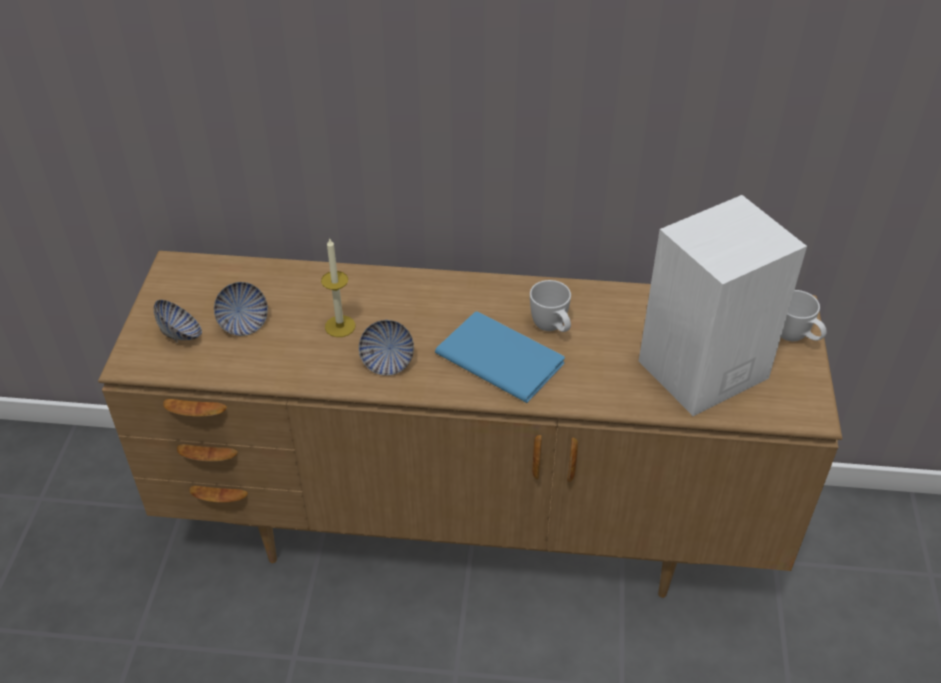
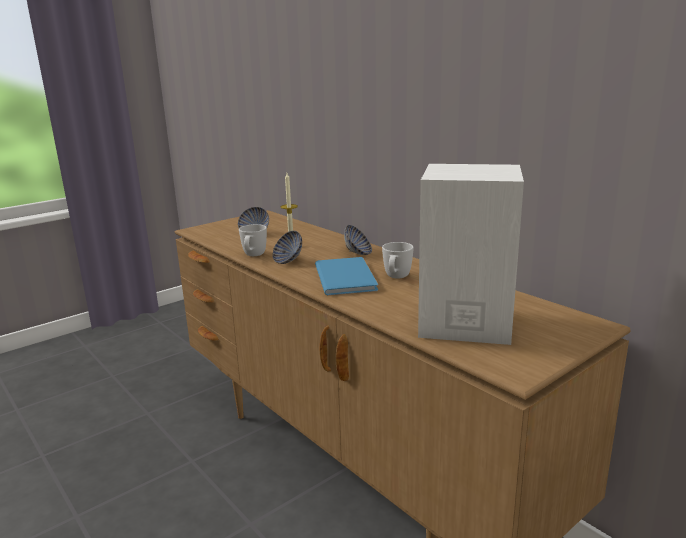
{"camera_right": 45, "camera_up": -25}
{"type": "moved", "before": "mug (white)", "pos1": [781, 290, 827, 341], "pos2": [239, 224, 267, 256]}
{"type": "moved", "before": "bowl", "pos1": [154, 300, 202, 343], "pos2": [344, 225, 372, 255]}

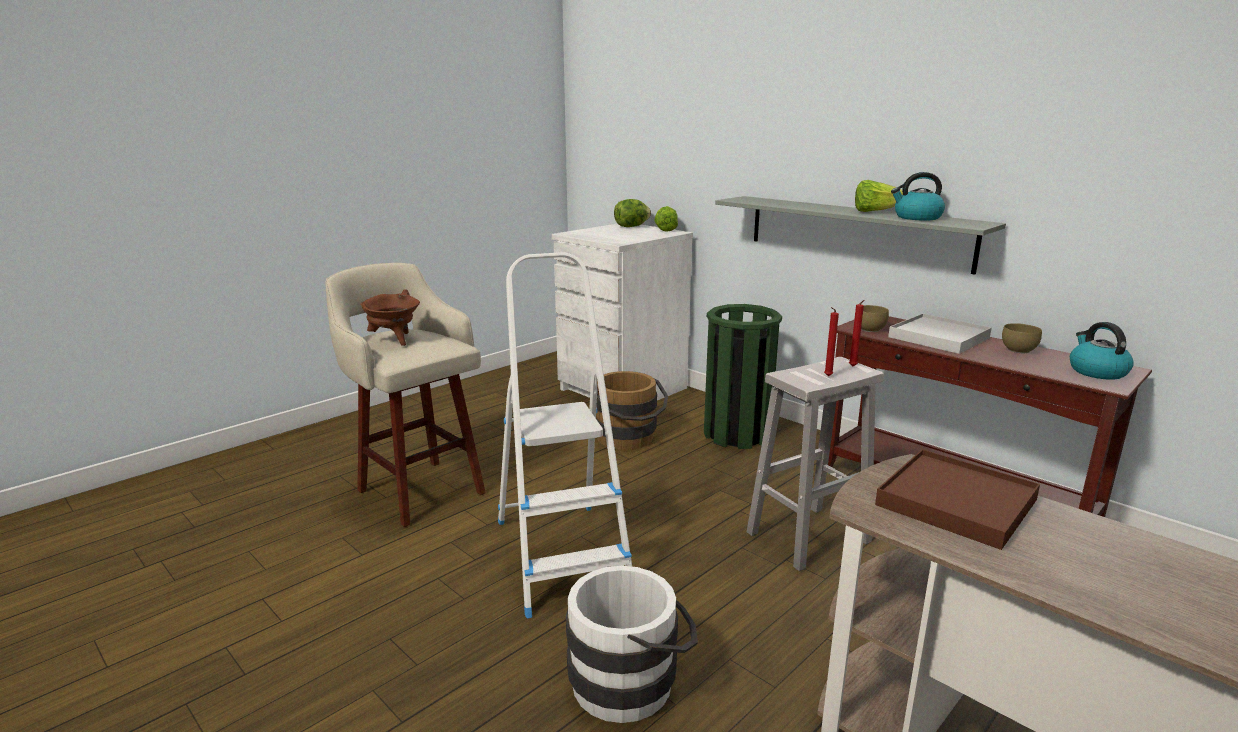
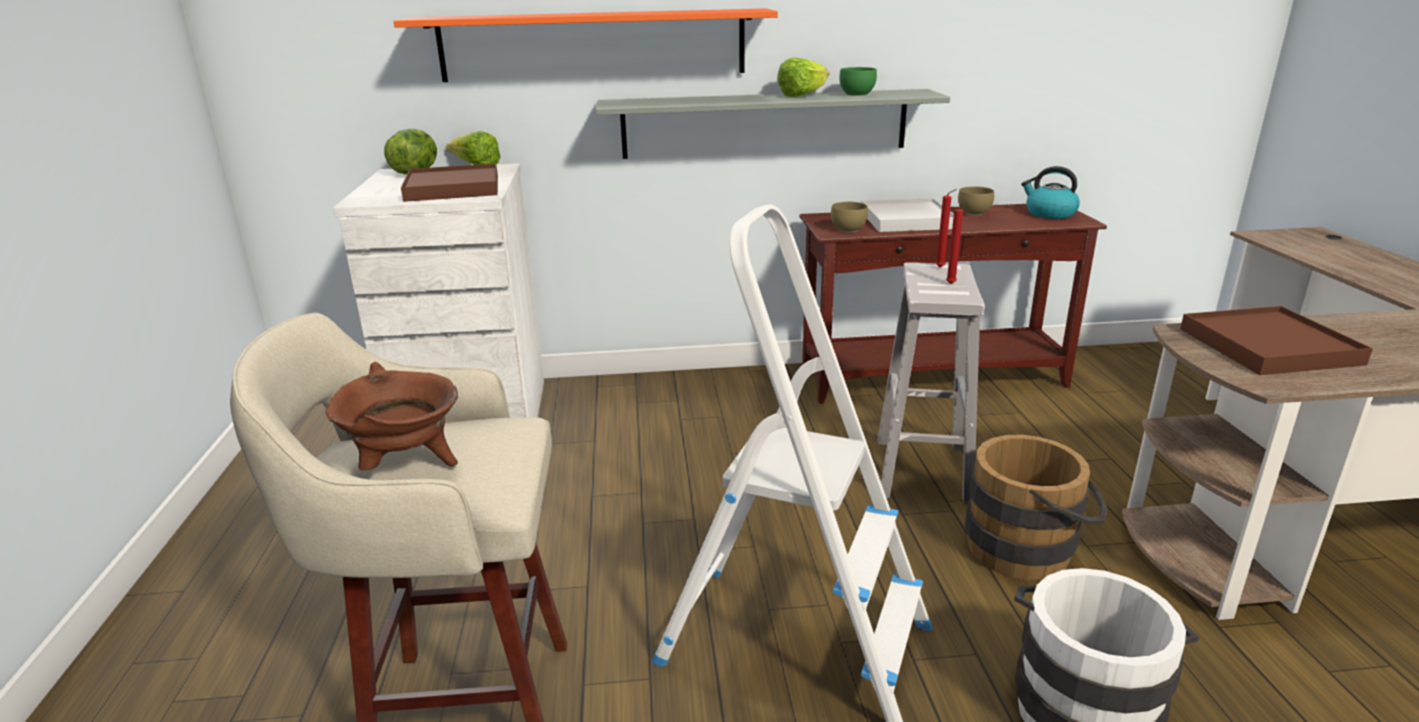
{"camera_right": -50, "camera_up": 5}
{"type": "replaced", "before": "kettle", "after": "bowl (green)", "pos1": [891, 172, 945, 221], "pos2": [839, 67, 877, 96]}
{"type": "removed", "before": "trash can (green)", "pos1": [704, 304, 782, 449]}
{"type": "moved", "before": "bucket (brown)", "pos1": [596, 371, 668, 450], "pos2": [965, 435, 1107, 580]}
{"type": "added", "after": "shelf (orange)", "pos2": [394, 9, 778, 82]}
{"type": "added", "after": "tray (brown)", "pos2": [401, 163, 498, 202]}

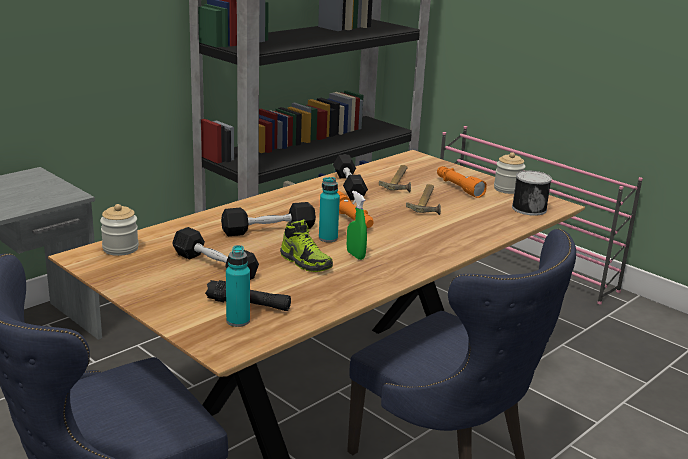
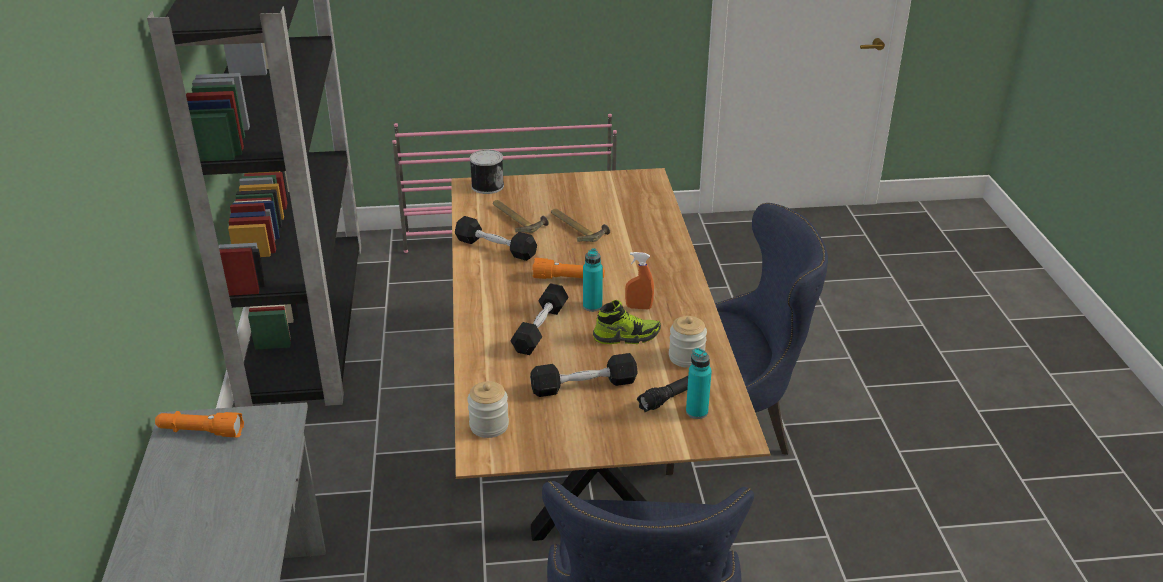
{"camera_right": -50, "camera_up": 10}
{"type": "moved", "before": "jar", "pos1": [494, 152, 525, 194], "pos2": [669, 316, 707, 368]}
{"type": "moved", "before": "flashlight (orange)", "pos1": [437, 166, 487, 198], "pos2": [155, 411, 244, 437]}
{"type": "moved", "before": "can", "pos1": [512, 170, 552, 216], "pos2": [470, 150, 504, 194]}
{"type": "recoloured", "before": "spray bottle (green)", "after": "spray bottle (orange)", "pos1": [347, 191, 367, 260], "pos2": [625, 252, 654, 309]}

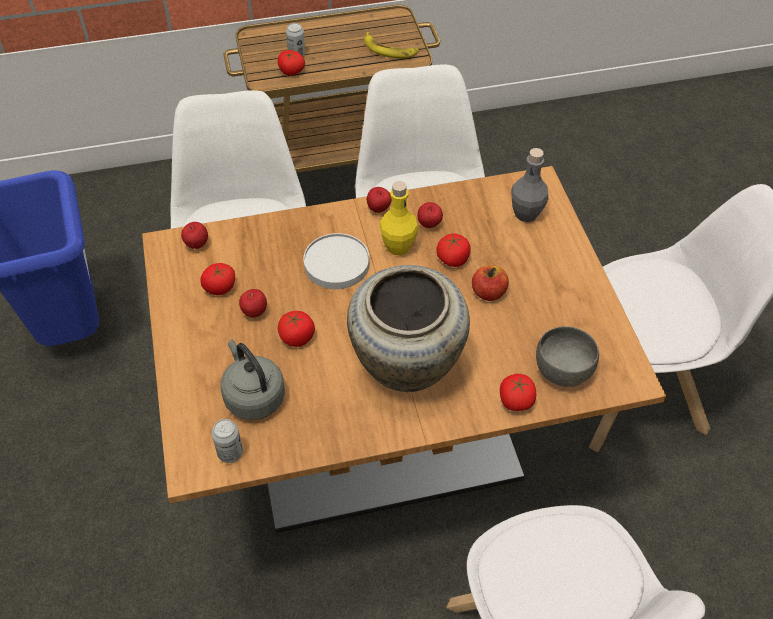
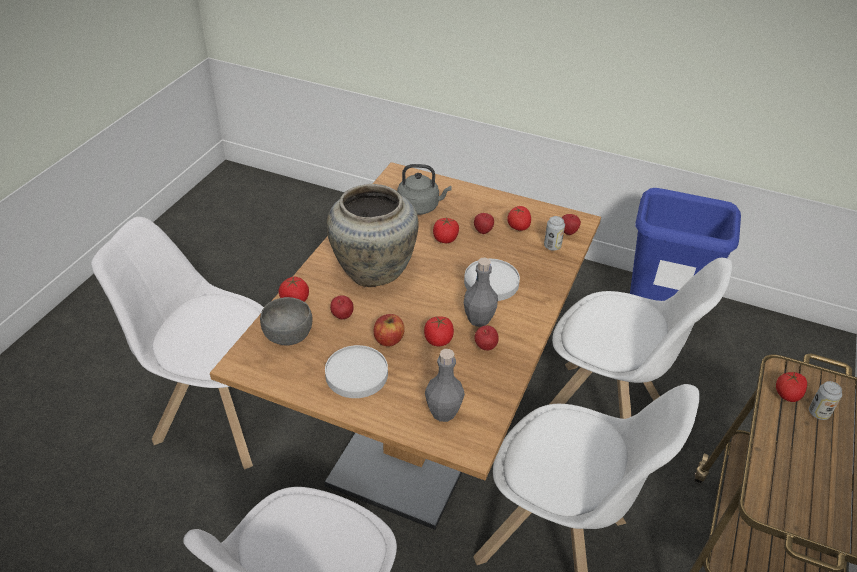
{"camera_right": 125, "camera_up": -10}
{"type": "removed", "before": "banana", "pos1": [364, 32, 419, 59]}
{"type": "recoloured", "before": "bottle (yellow)", "after": "bottle (grey)", "pos1": [379, 181, 418, 256], "pos2": [464, 258, 498, 327]}
{"type": "moved", "before": "apple", "pos1": [367, 187, 392, 213], "pos2": [330, 295, 354, 319]}
{"type": "moved", "before": "can", "pos1": [211, 419, 243, 463], "pos2": [544, 216, 565, 251]}
{"type": "added", "after": "plate (white)", "pos2": [325, 345, 388, 398]}

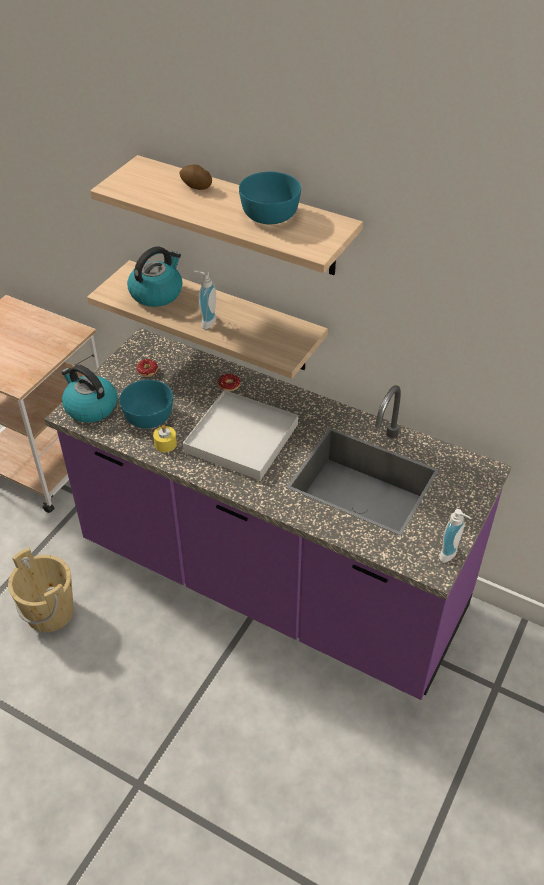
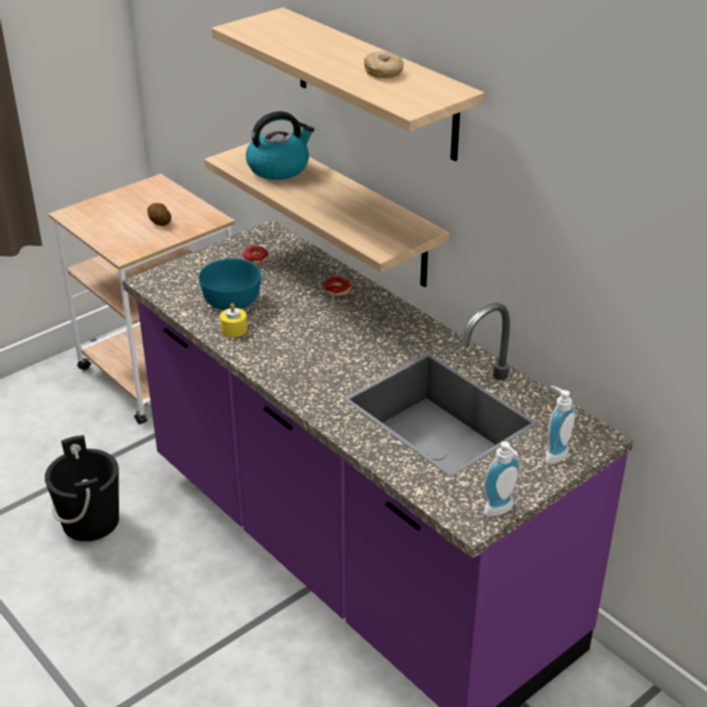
{"camera_right": 20, "camera_up": -10}
{"type": "moved", "before": "potato", "pos1": [179, 164, 212, 190], "pos2": [147, 203, 171, 226]}
{"type": "replaced", "before": "bowl (turquoise)", "after": "donut", "pos1": [239, 172, 301, 224], "pos2": [364, 51, 404, 78]}
{"type": "moved", "before": "soap dispenser", "pos1": [194, 271, 216, 329], "pos2": [545, 385, 575, 464]}
{"type": "removed", "before": "kettle", "pos1": [61, 365, 117, 423]}
{"type": "removed", "before": "tray (white)", "pos1": [183, 390, 298, 480]}
{"type": "recoloured", "before": "bucket (beige)", "after": "bucket (black)", "pos1": [8, 548, 74, 632], "pos2": [45, 435, 119, 541]}

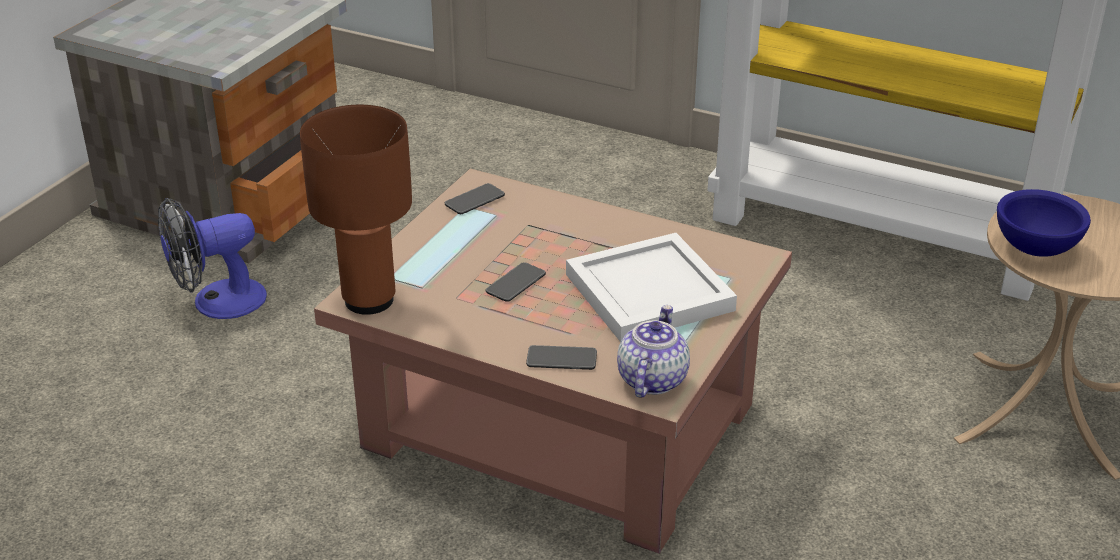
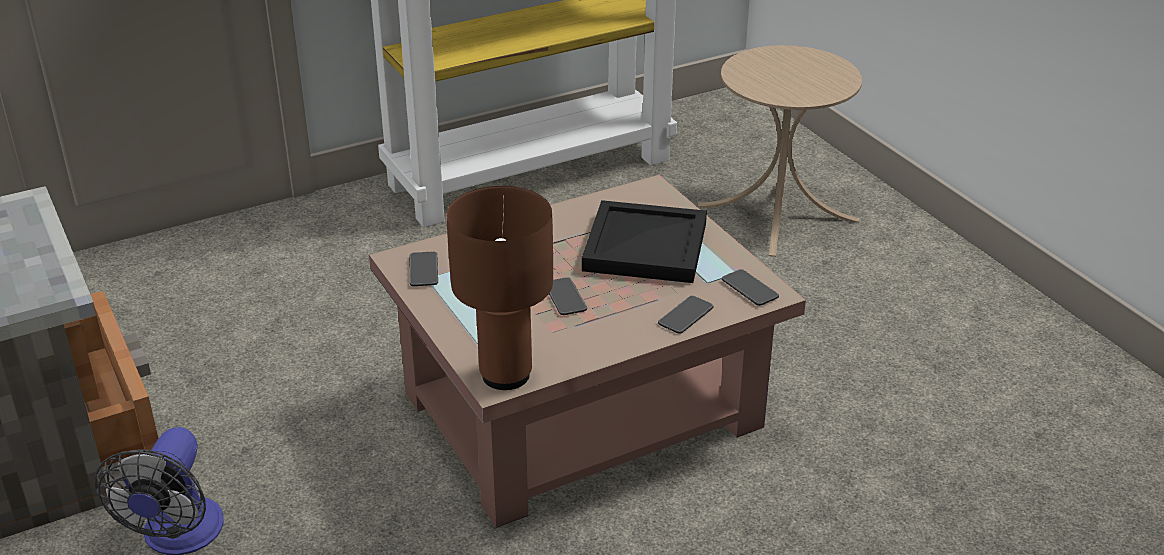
{"camera_right": -55, "camera_up": 0}
{"type": "removed", "before": "bowl (blue)", "pos1": [997, 189, 1091, 257]}
{"type": "recoloured", "before": "tray (white)", "after": "tray (black)", "pos1": [566, 233, 737, 342], "pos2": [582, 200, 707, 283]}
{"type": "replaced", "before": "teapot", "after": "phone", "pos1": [617, 305, 690, 398], "pos2": [722, 269, 779, 306]}

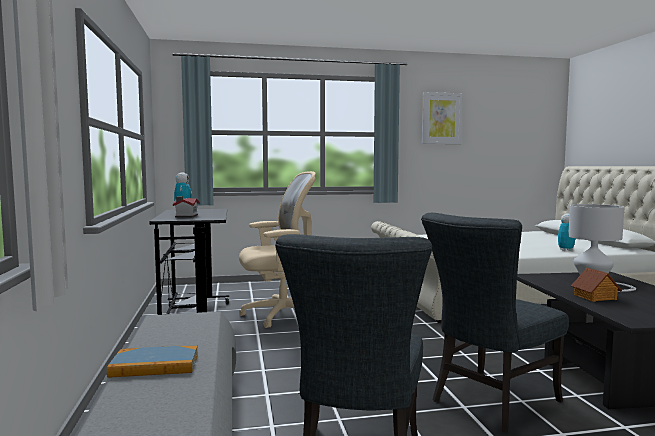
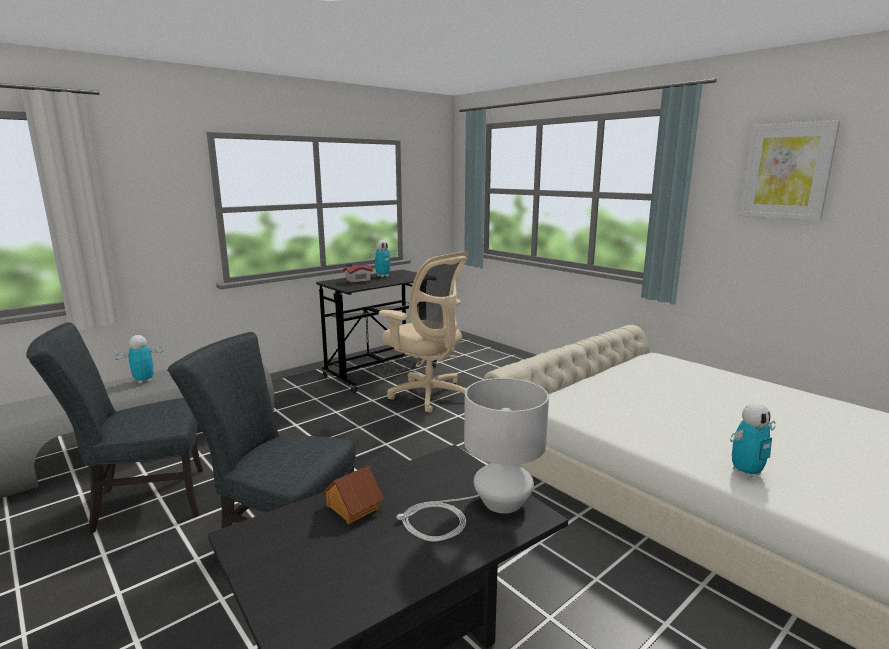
{"camera_right": 60, "camera_up": 10}
{"type": "replaced", "before": "book", "after": "toy robot", "pos1": [107, 345, 198, 378], "pos2": [115, 335, 163, 384]}

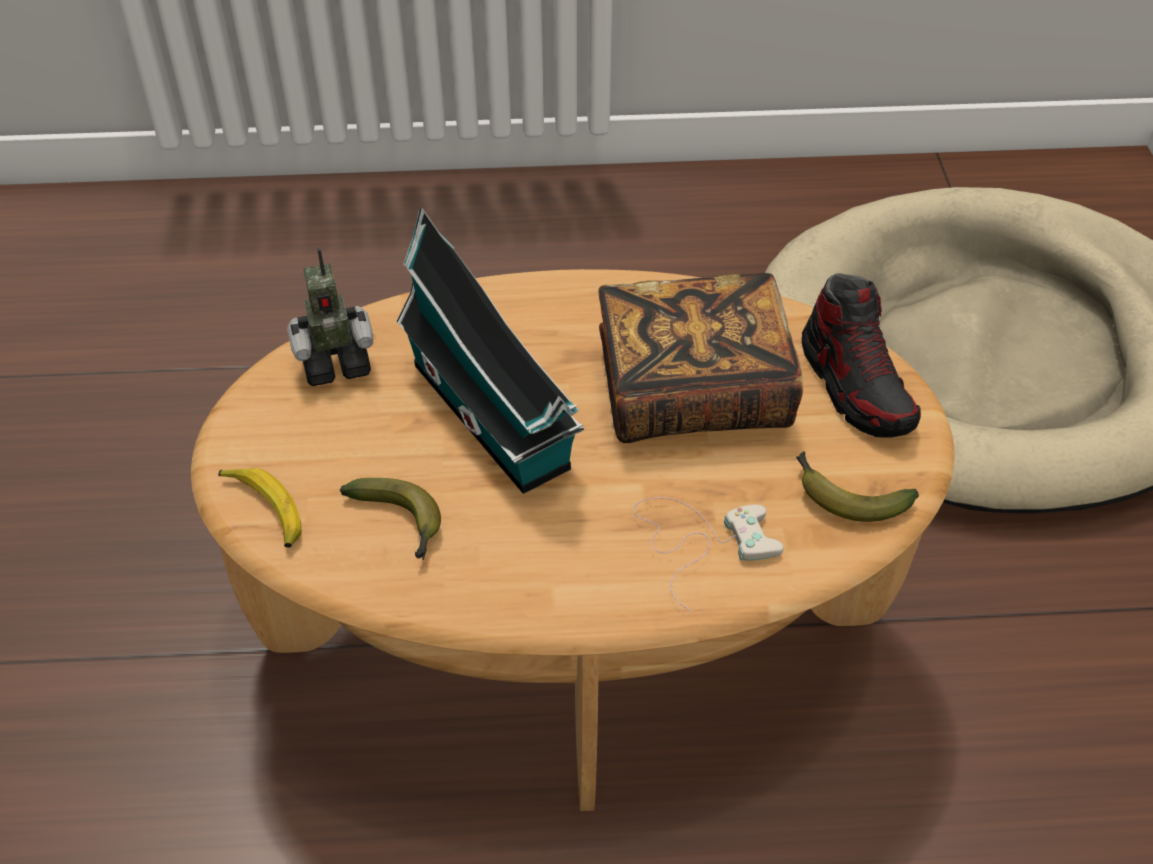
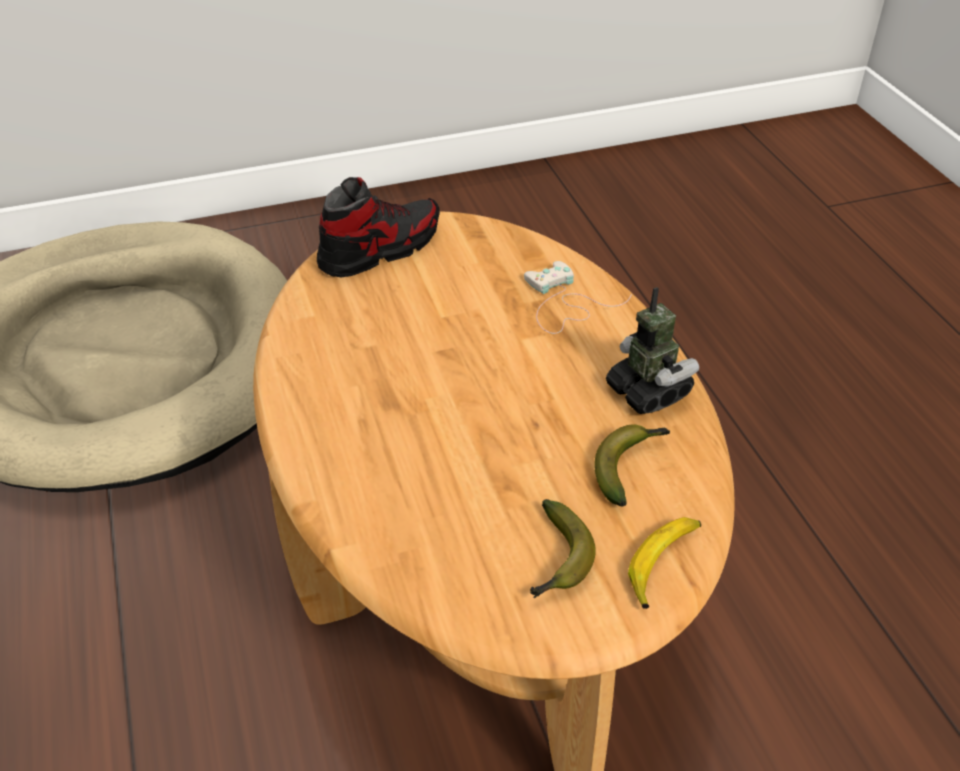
{"camera_right": -105, "camera_up": -5}
{"type": "removed", "before": "toy house", "pos1": [396, 208, 584, 494]}
{"type": "moved", "before": "toy robot", "pos1": [287, 247, 373, 386], "pos2": [606, 287, 699, 414]}
{"type": "removed", "before": "book", "pos1": [598, 273, 803, 443]}
{"type": "moved", "before": "banana", "pos1": [796, 451, 919, 522], "pos2": [530, 499, 596, 598]}

